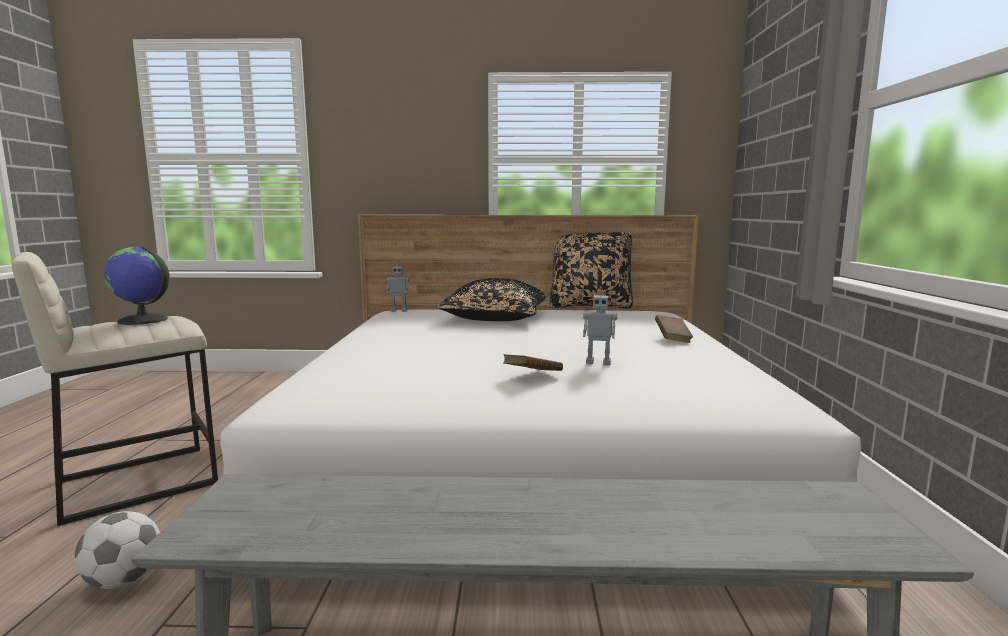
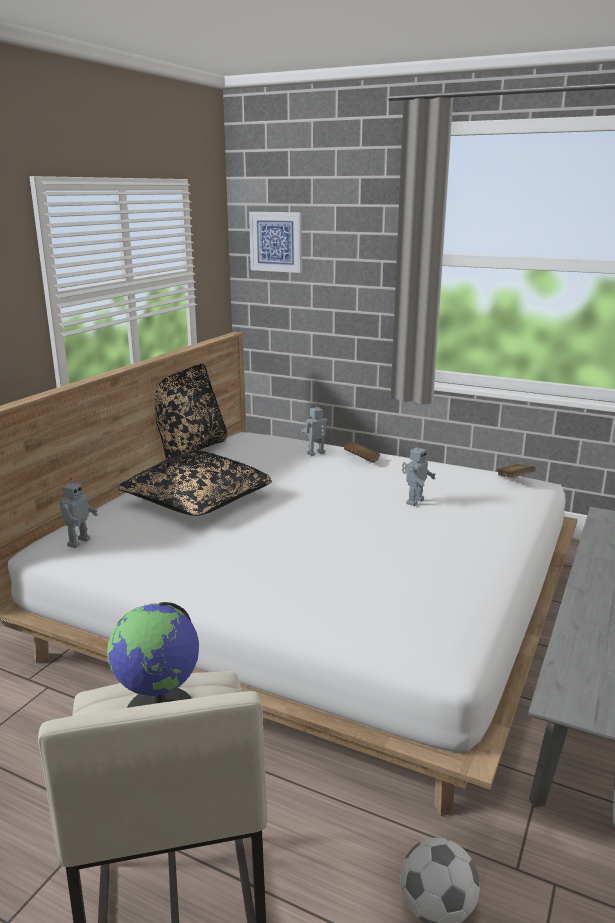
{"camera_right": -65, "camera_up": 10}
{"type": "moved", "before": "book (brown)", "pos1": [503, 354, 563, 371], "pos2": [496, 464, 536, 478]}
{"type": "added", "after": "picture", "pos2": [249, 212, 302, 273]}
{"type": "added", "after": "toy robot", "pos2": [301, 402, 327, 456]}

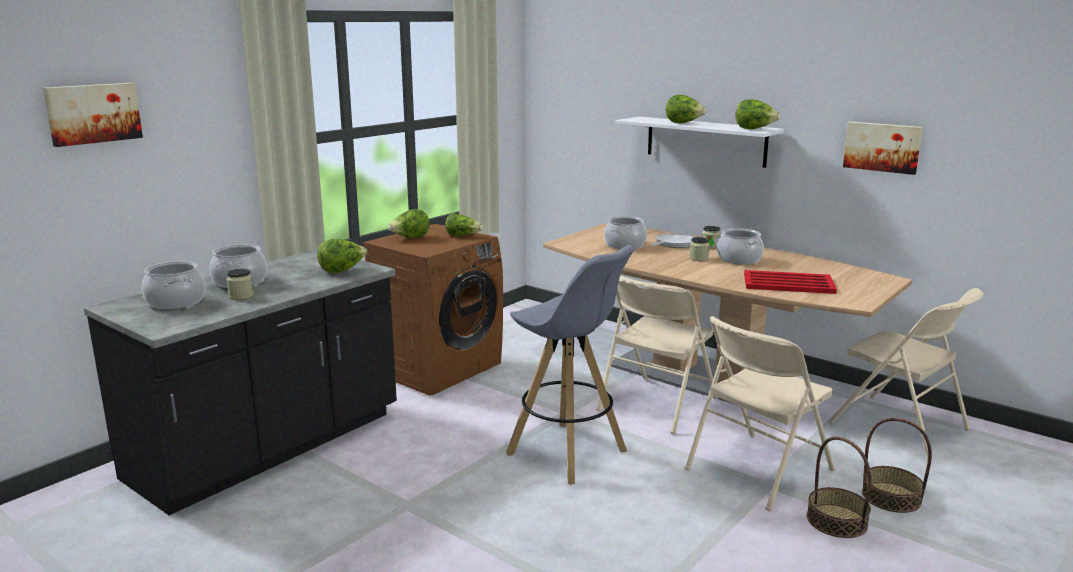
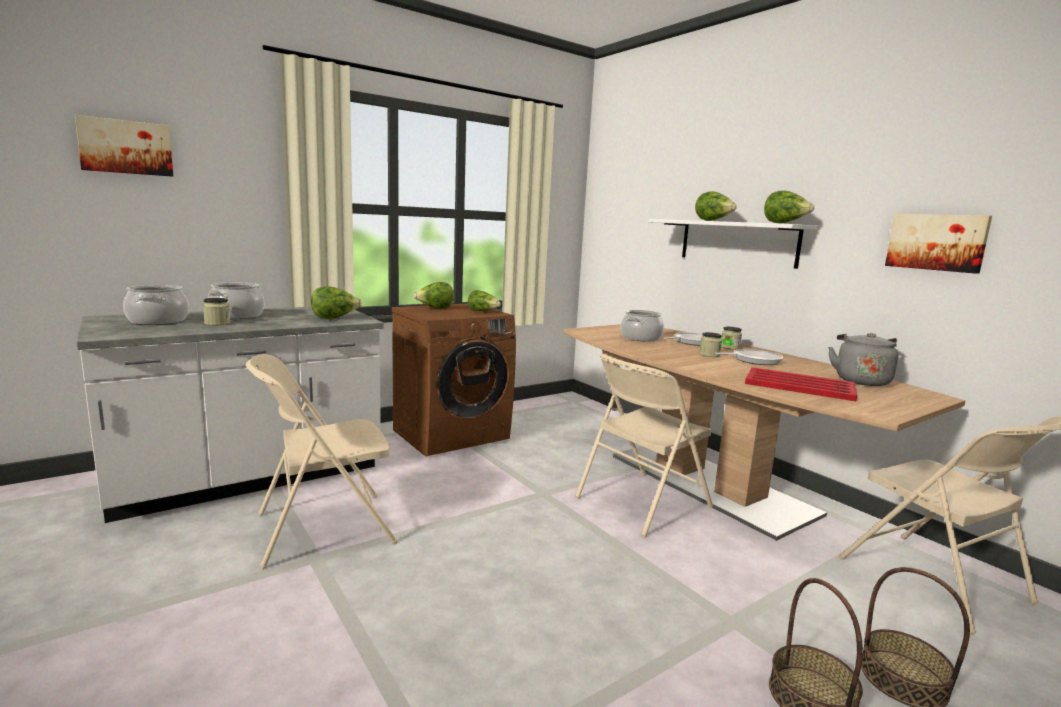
{"camera_right": 15, "camera_up": -5}
{"type": "replaced", "before": "cooking pot", "after": "frying pan", "pos1": [717, 228, 764, 265], "pos2": [715, 349, 783, 365]}
{"type": "removed", "before": "stool (grey)", "pos1": [506, 245, 635, 484]}
{"type": "recoloured", "before": "counter (black)", "after": "counter (white)", "pos1": [84, 249, 397, 515], "pos2": [76, 307, 384, 523]}
{"type": "moved", "before": "chair (beige)", "pos1": [685, 316, 835, 512], "pos2": [246, 354, 397, 570]}
{"type": "added", "after": "kettle (grey)", "pos2": [828, 333, 898, 386]}

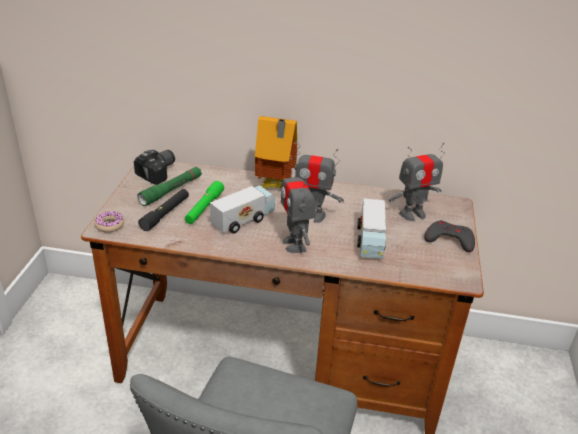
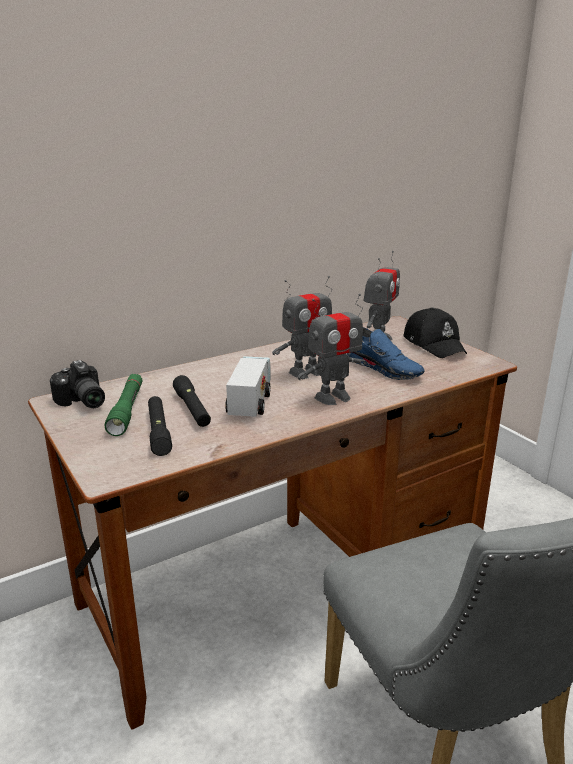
{"camera_right": -40, "camera_up": -10}
{"type": "removed", "before": "toy house", "pos1": [255, 116, 298, 188]}
{"type": "turned", "before": "photo camera", "pos1": [134, 150, 175, 185], "pos2": [50, 360, 105, 408], "turn": 150}
{"type": "turned", "before": "toy robot", "pos1": [281, 158, 316, 253], "pos2": [298, 293, 367, 405], "turn": -60}
{"type": "recoloured", "before": "flashlight (green)", "after": "flashlight (black)", "pos1": [185, 181, 224, 224], "pos2": [173, 375, 211, 427]}
{"type": "replaced", "before": "toy truck", "after": "shoe (blue)", "pos1": [357, 198, 386, 259], "pos2": [347, 327, 425, 380]}
{"type": "removed", "before": "donut", "pos1": [94, 211, 124, 233]}
{"type": "replaced", "before": "game controller (grey)", "after": "cap (black)", "pos1": [424, 220, 475, 252], "pos2": [404, 308, 467, 358]}

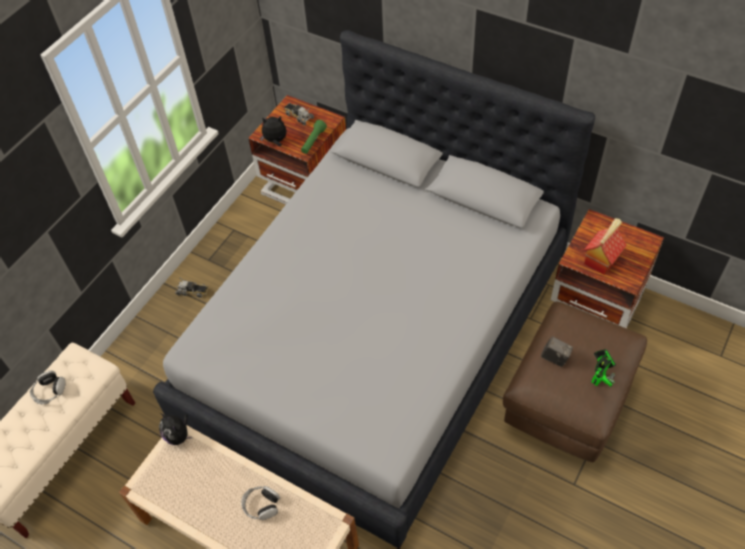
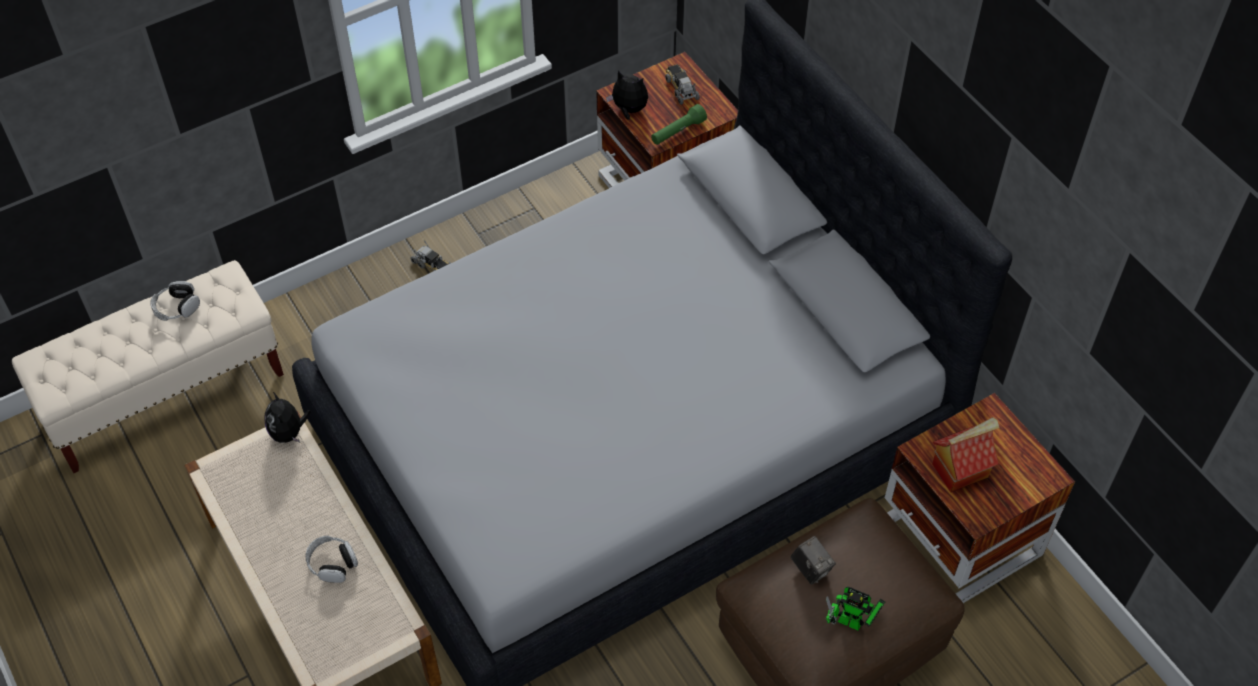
{"camera_right": 25, "camera_up": 0}
{"type": "turned", "before": "toy robot", "pos1": [591, 349, 616, 387], "pos2": [826, 587, 885, 631], "turn": 45}

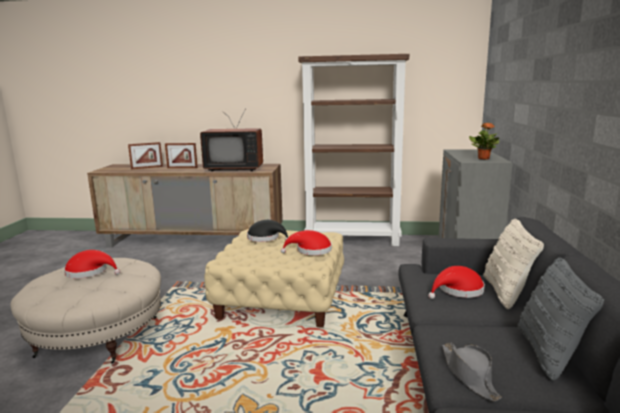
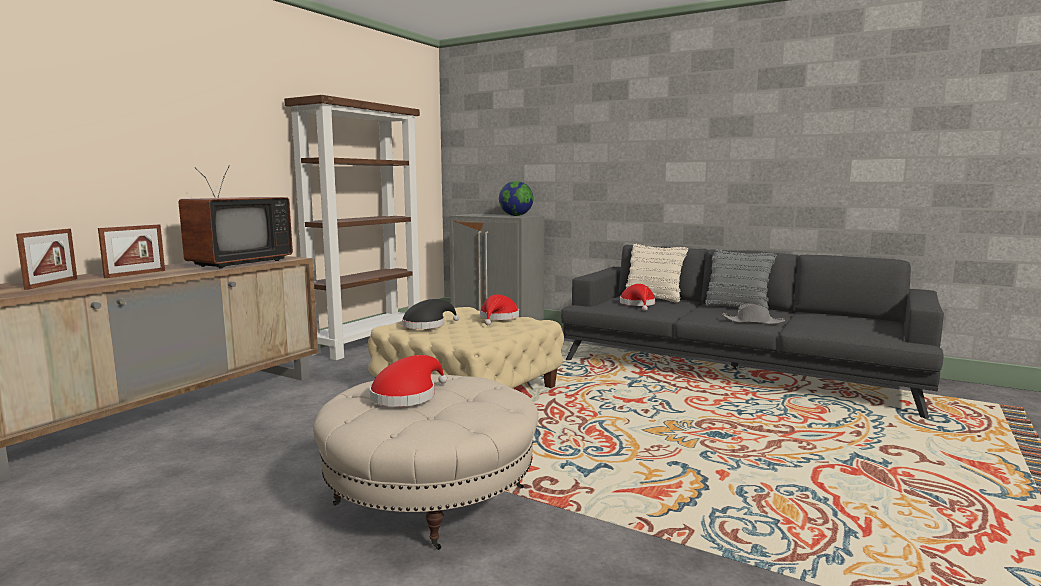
{"camera_right": -65, "camera_up": -5}
{"type": "replaced", "before": "potted plant", "after": "globe", "pos1": [469, 123, 500, 160], "pos2": [499, 181, 533, 216]}

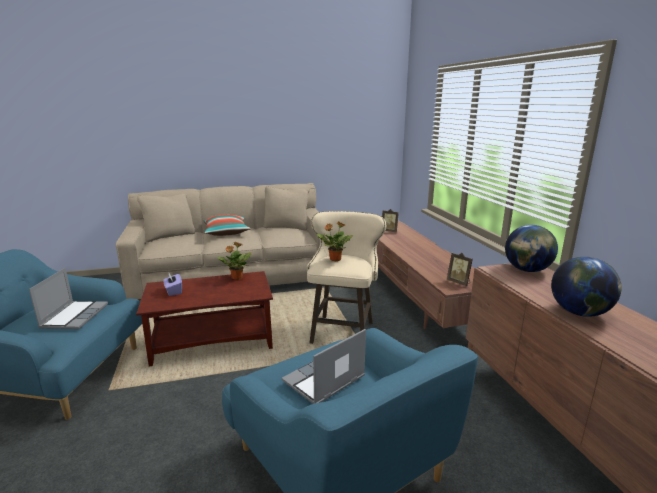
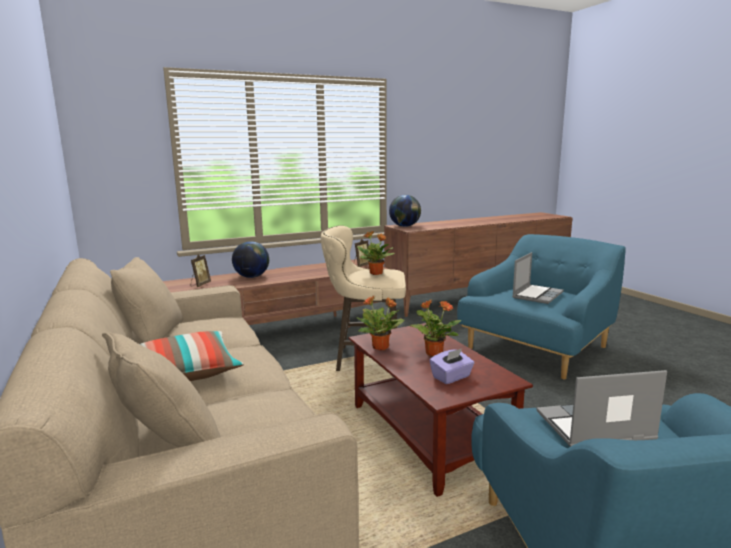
{"camera_right": -100, "camera_up": -5}
{"type": "moved", "before": "globe", "pos1": [551, 257, 622, 317], "pos2": [232, 241, 269, 278]}
{"type": "turned", "before": "laptop", "pos1": [282, 329, 366, 404], "pos2": [512, 252, 564, 304], "turn": -90}
{"type": "added", "after": "potted plant", "pos2": [409, 300, 461, 356]}

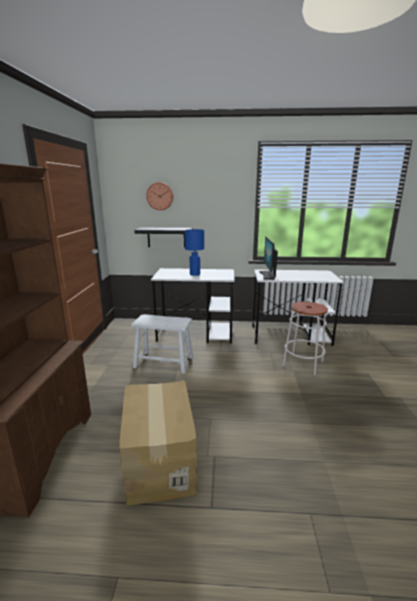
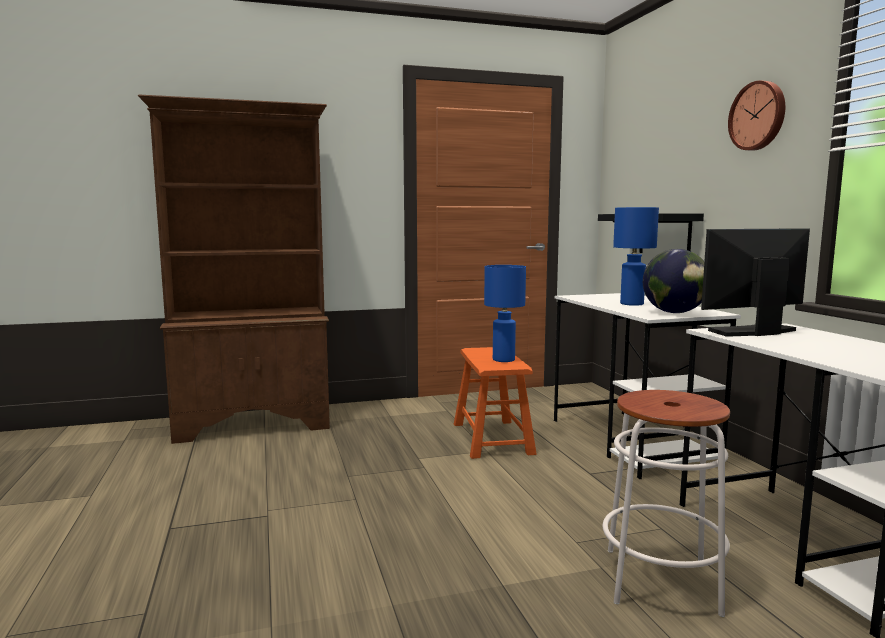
{"camera_right": 70, "camera_up": -10}
{"type": "moved", "before": "wall clock", "pos1": [146, 182, 173, 210], "pos2": [728, 81, 785, 151]}
{"type": "recoloured", "before": "stool (white)", "after": "stool (orange)", "pos1": [131, 314, 193, 374], "pos2": [454, 347, 537, 459]}
{"type": "removed", "before": "cardboard box", "pos1": [120, 380, 198, 505]}
{"type": "added", "after": "globe", "pos2": [643, 249, 704, 313]}
{"type": "added", "after": "table lamp (blue)", "pos2": [484, 265, 526, 362]}

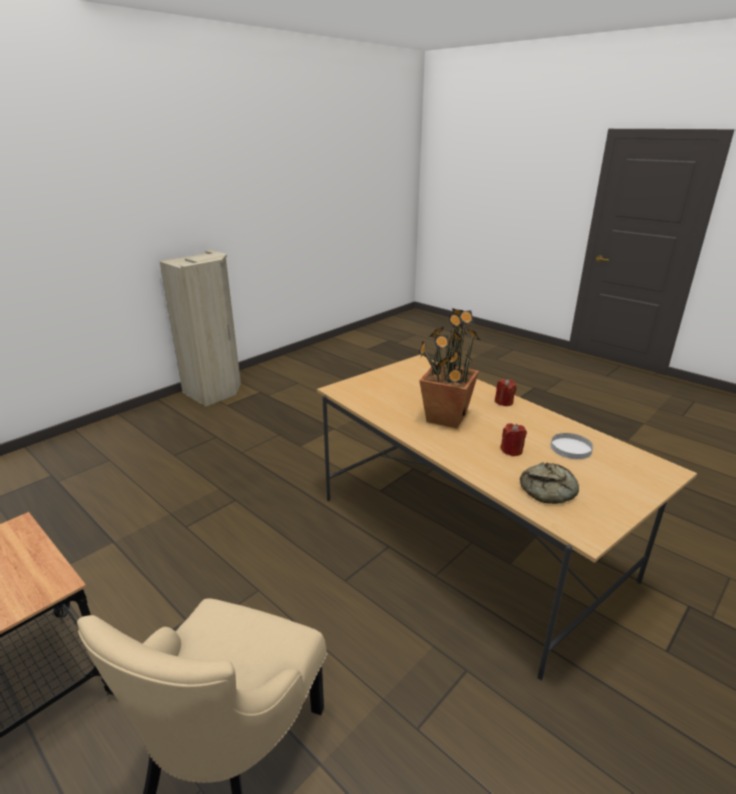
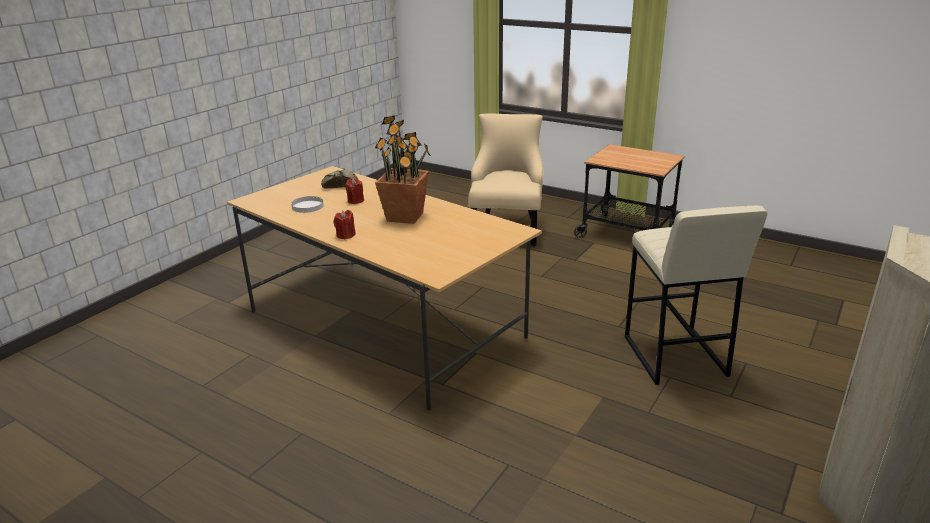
{"camera_right": 170, "camera_up": 0}
{"type": "added", "after": "stool (beige)", "pos2": [625, 206, 768, 385]}

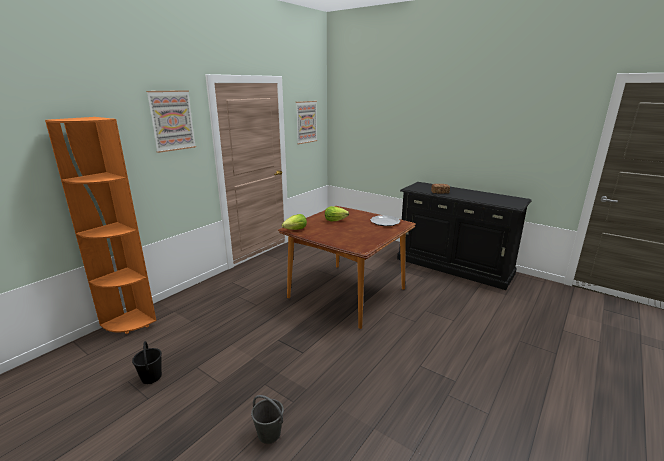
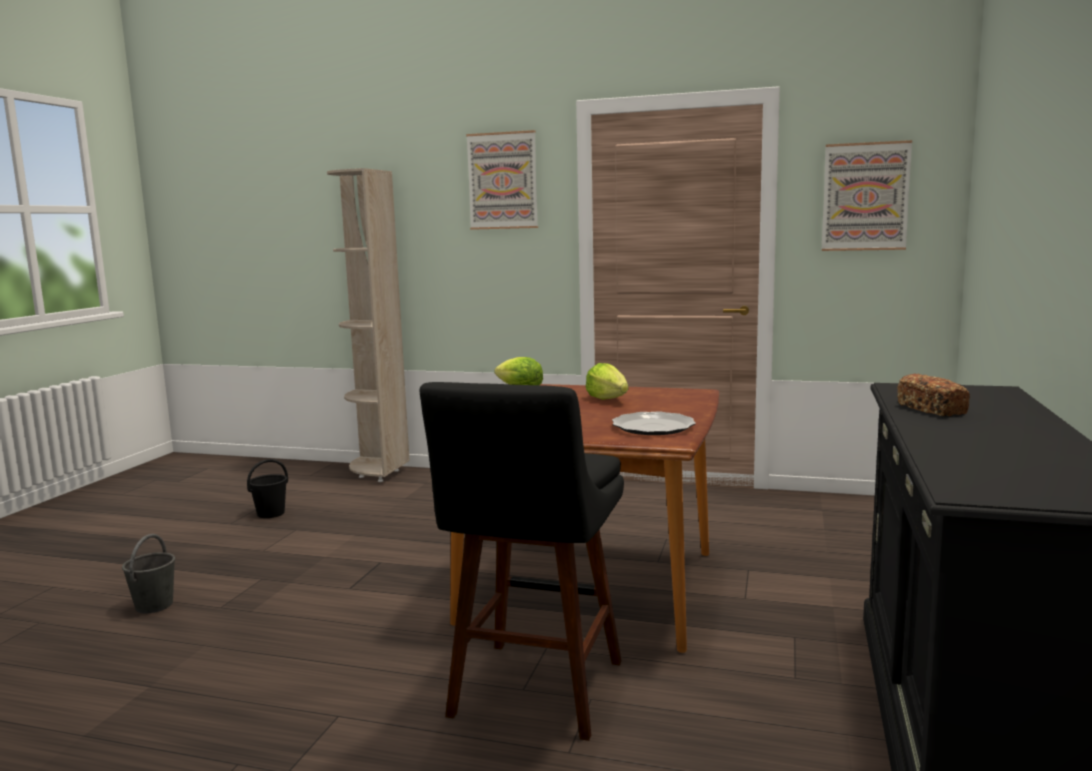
{"camera_right": 70, "camera_up": -10}
{"type": "recoloured", "before": "bookcase (orange)", "after": "bookcase (beige)", "pos1": [45, 117, 157, 334], "pos2": [327, 168, 410, 482]}
{"type": "added", "after": "stool (black)", "pos2": [419, 382, 624, 741]}

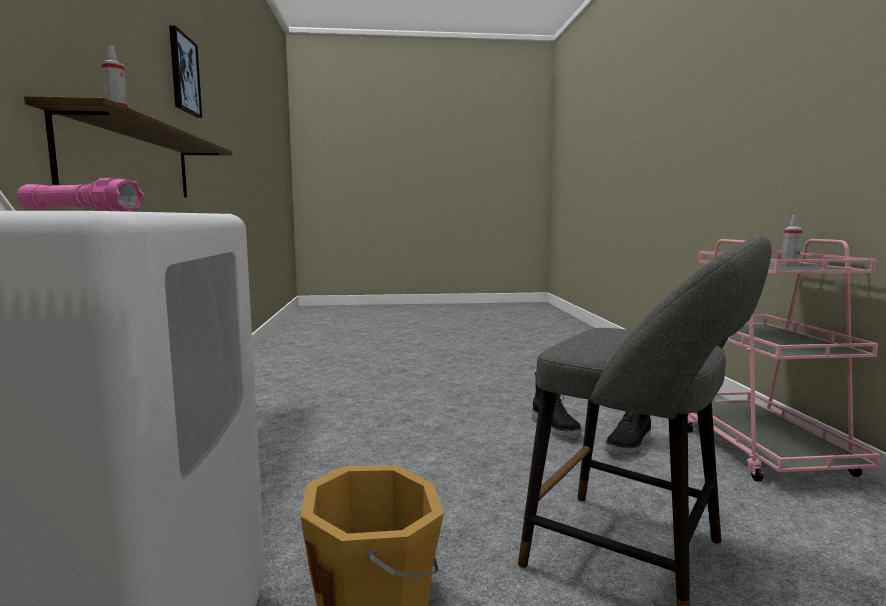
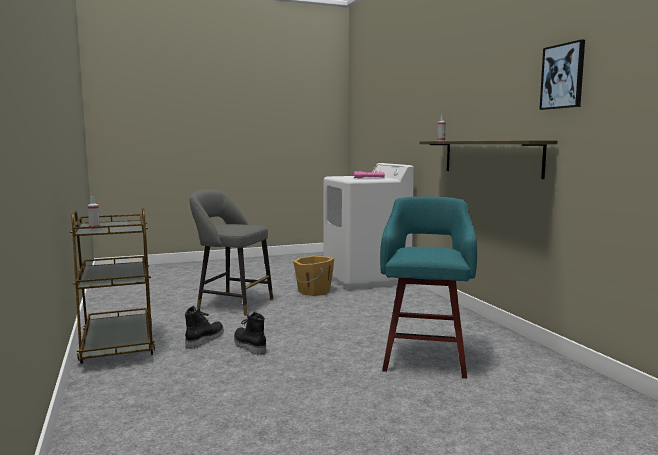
{"camera_right": 165, "camera_up": 0}
{"type": "recoloured", "before": "cart (pink)", "after": "cart (brown)", "pos1": [688, 239, 880, 482], "pos2": [70, 208, 155, 364]}
{"type": "added", "after": "stool (turquoise)", "pos2": [380, 196, 477, 378]}

